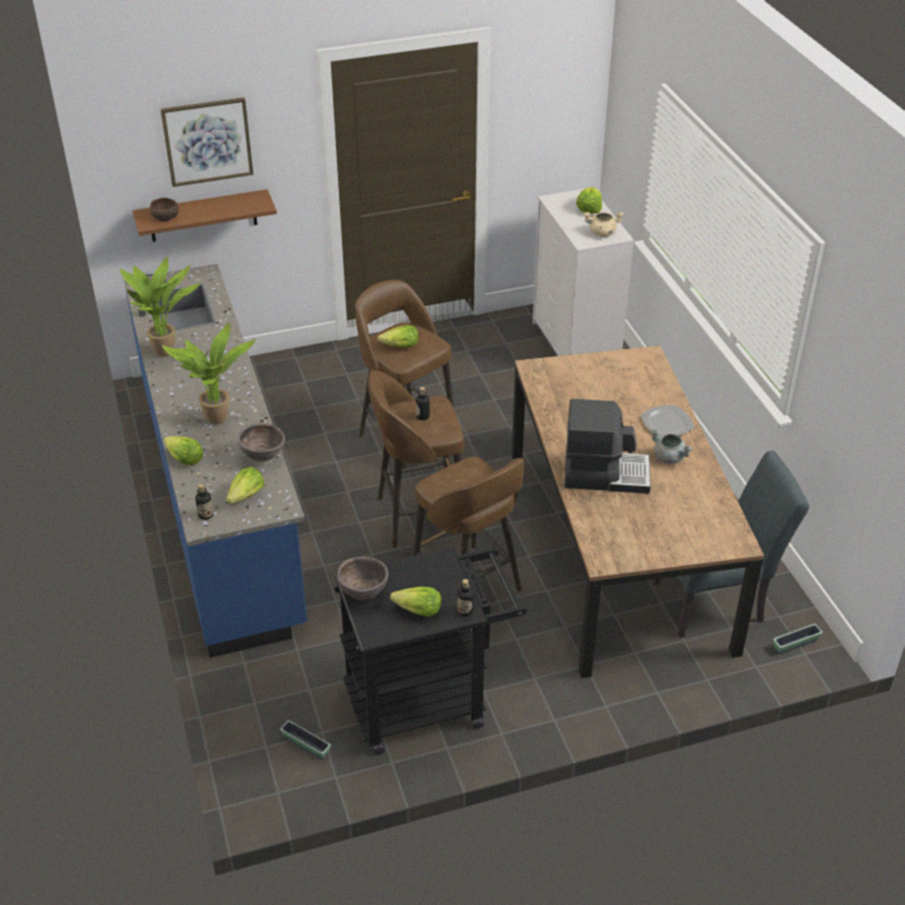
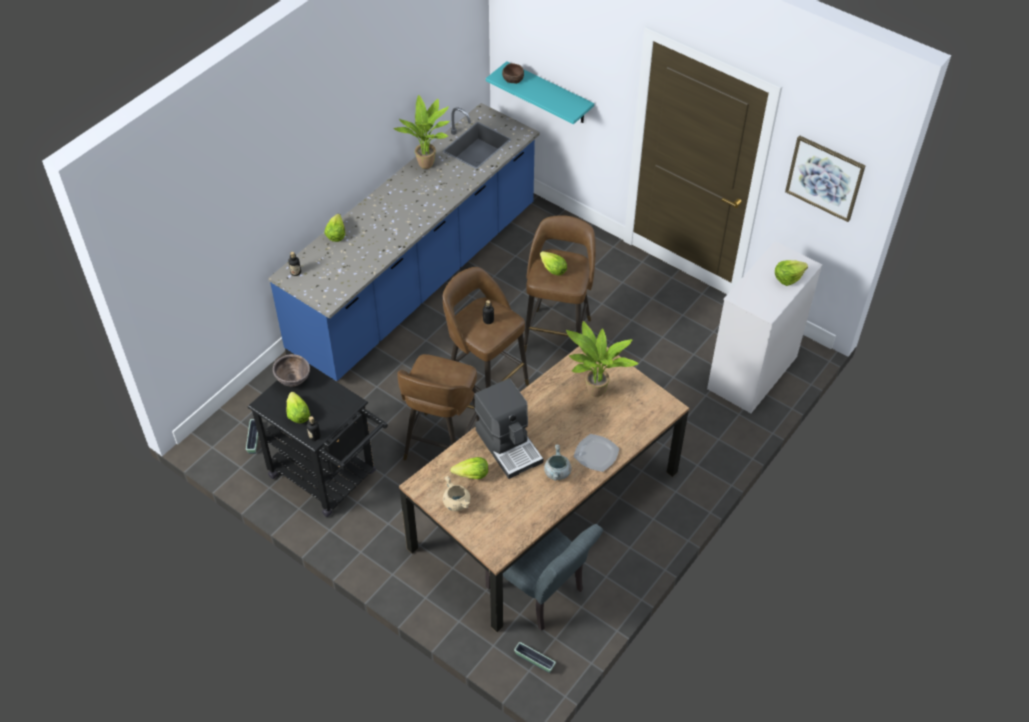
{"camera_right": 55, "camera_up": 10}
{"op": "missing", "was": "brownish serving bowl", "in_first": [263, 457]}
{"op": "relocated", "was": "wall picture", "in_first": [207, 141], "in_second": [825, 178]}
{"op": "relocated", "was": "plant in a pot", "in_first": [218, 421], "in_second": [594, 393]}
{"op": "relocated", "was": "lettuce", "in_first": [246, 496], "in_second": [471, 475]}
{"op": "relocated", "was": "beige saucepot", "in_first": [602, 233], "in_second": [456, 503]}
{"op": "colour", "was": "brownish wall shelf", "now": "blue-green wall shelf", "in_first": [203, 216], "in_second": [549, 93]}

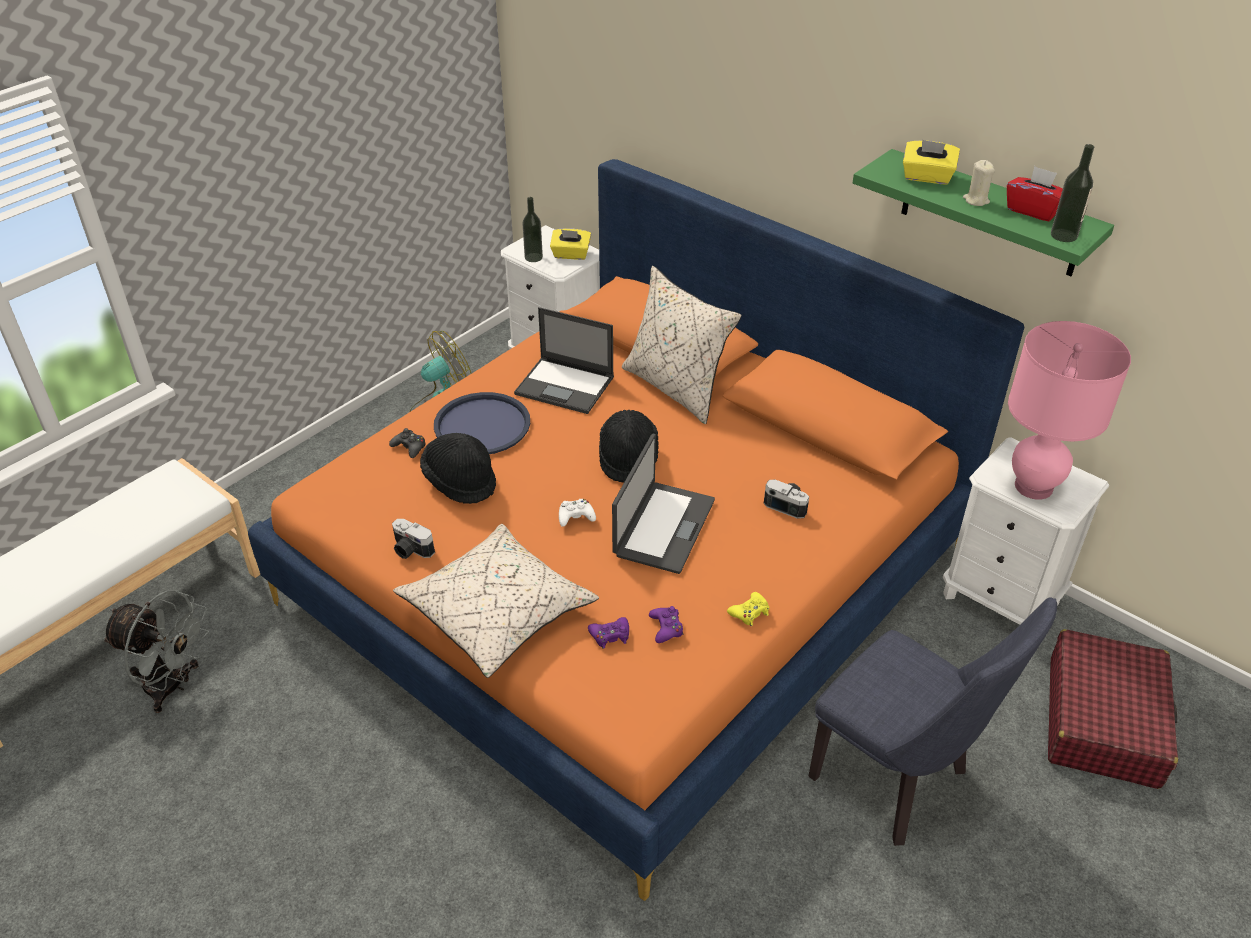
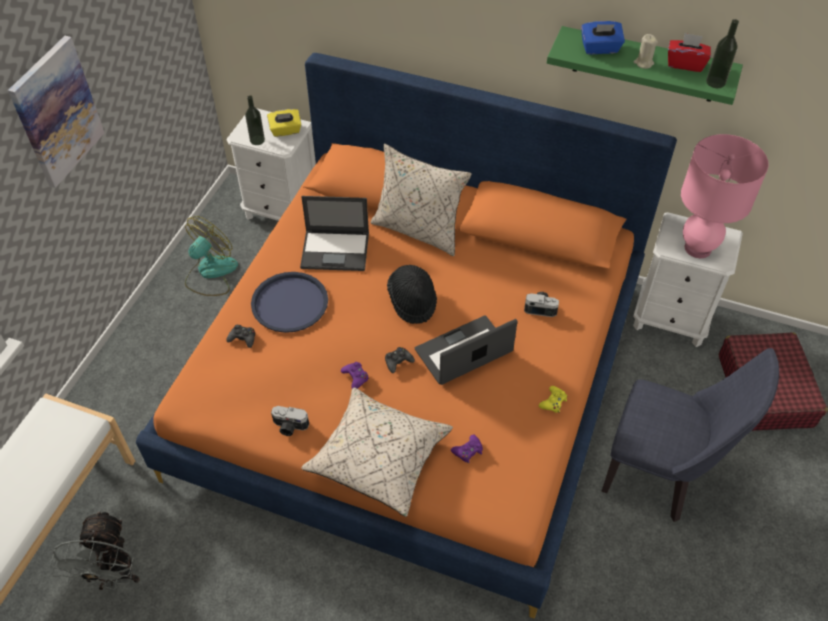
{"camera_right": -20, "camera_up": 10}
{"op": "missing", "was": "black wearable hat", "in_first": [460, 481]}
{"op": "appeared", "now": "wall picture", "in_second": [56, 112]}
{"op": "relocated", "was": "purple-coloured gamepad", "in_first": [666, 628], "in_second": [355, 377]}
{"op": "colour", "was": "white-coloured gamepad", "now": "black gamepad", "in_first": [576, 516], "in_second": [398, 361]}
{"op": "colour", "was": "yellow-coloured box of tissues", "now": "blue box of tissues", "in_first": [927, 177], "in_second": [600, 49]}
{"op": "spun", "was": "grey cooling fan", "in_first": [173, 686], "in_second": [114, 576], "clockwise": 90}
{"op": "spun", "was": "portable computer", "in_first": [662, 527], "in_second": [464, 352], "clockwise": -120}

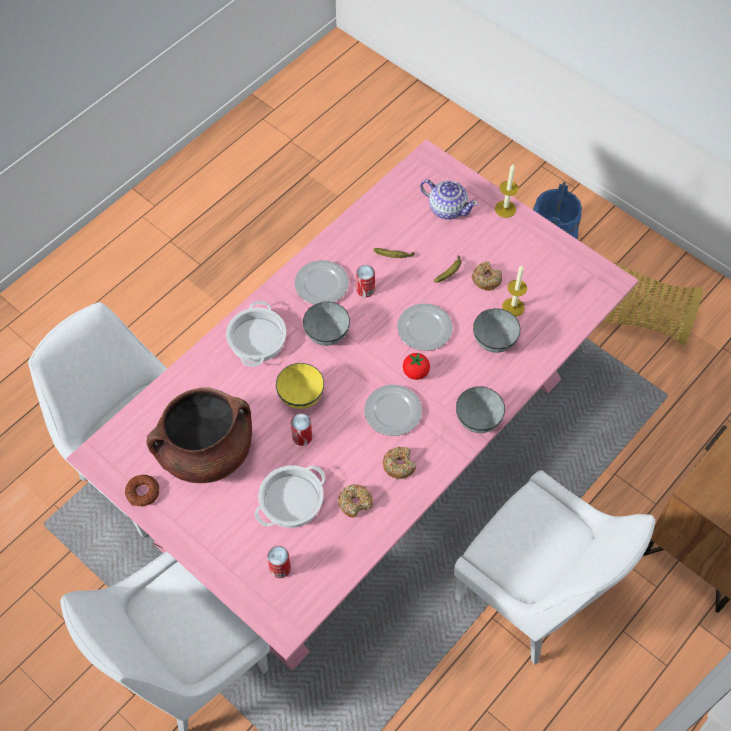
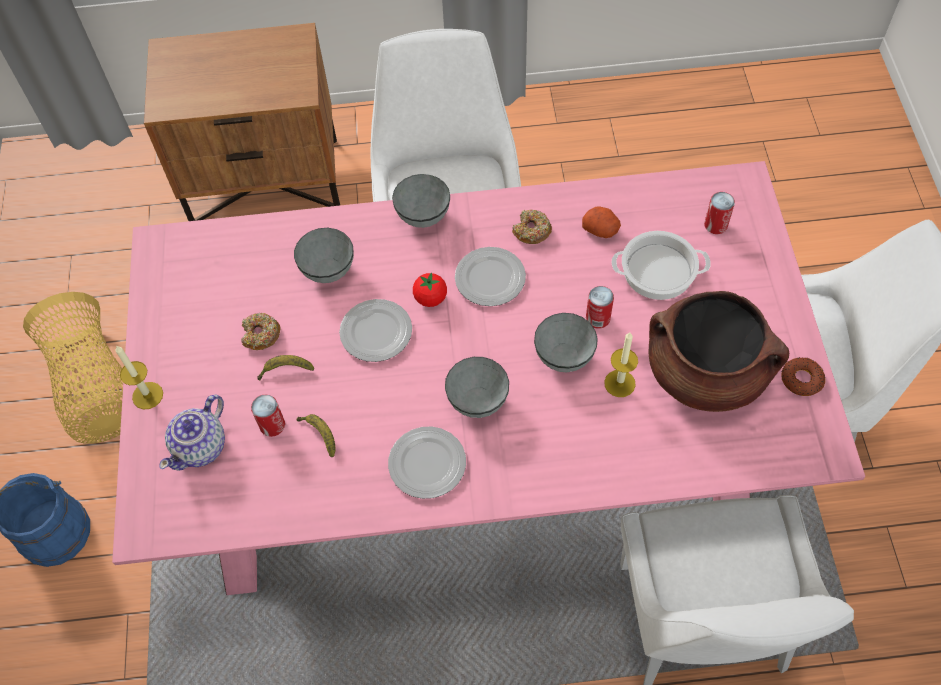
{"camera_right": -135, "camera_up": 0}
{"op": "missing", "was": "saucepot", "in_first": [256, 339]}
{"op": "relocated", "was": "can", "in_first": [365, 290], "in_second": [272, 425]}
{"op": "relocated", "was": "wax light", "in_first": [513, 307], "in_second": [619, 383]}
{"op": "exchanged", "was": "doughnut", "now": "spud", "in_first": [355, 502], "in_second": [601, 229]}
{"op": "colour", "was": "yellow-coloured serving bowl", "now": "grey serving bowl", "in_first": [301, 397], "in_second": [564, 356]}
{"op": "spun", "was": "teapot", "in_first": [447, 208], "in_second": [201, 446], "clockwise": -135}

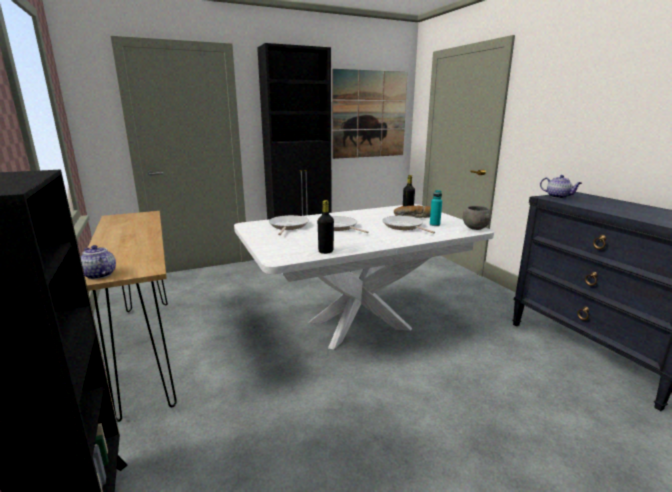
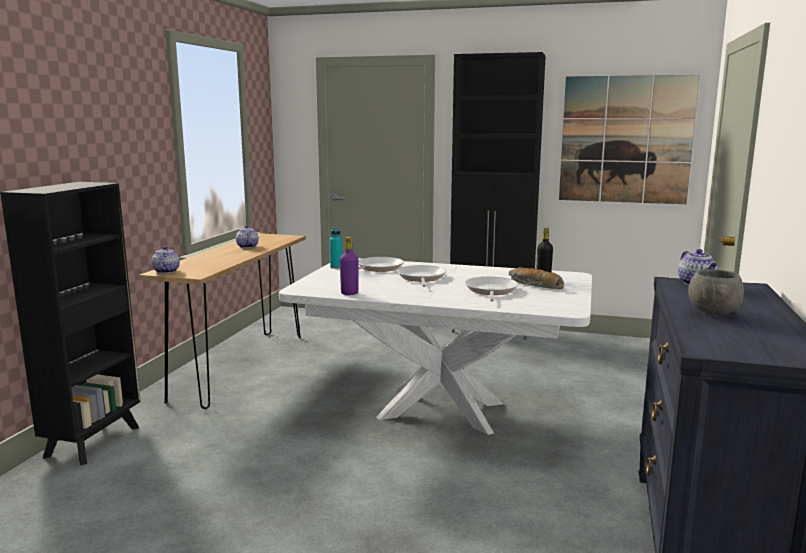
{"camera_right": 40, "camera_up": -5}
{"op": "appeared", "now": "teapot", "in_second": [247, 246]}
{"op": "relocated", "was": "blue-green drink bottle", "in_first": [434, 225], "in_second": [336, 267]}
{"op": "relocated", "was": "grey serving bowl", "in_first": [475, 229], "in_second": [713, 313]}
{"op": "colour", "was": "black drink bottle", "now": "purple-coloured drink bottle", "in_first": [325, 251], "in_second": [349, 293]}

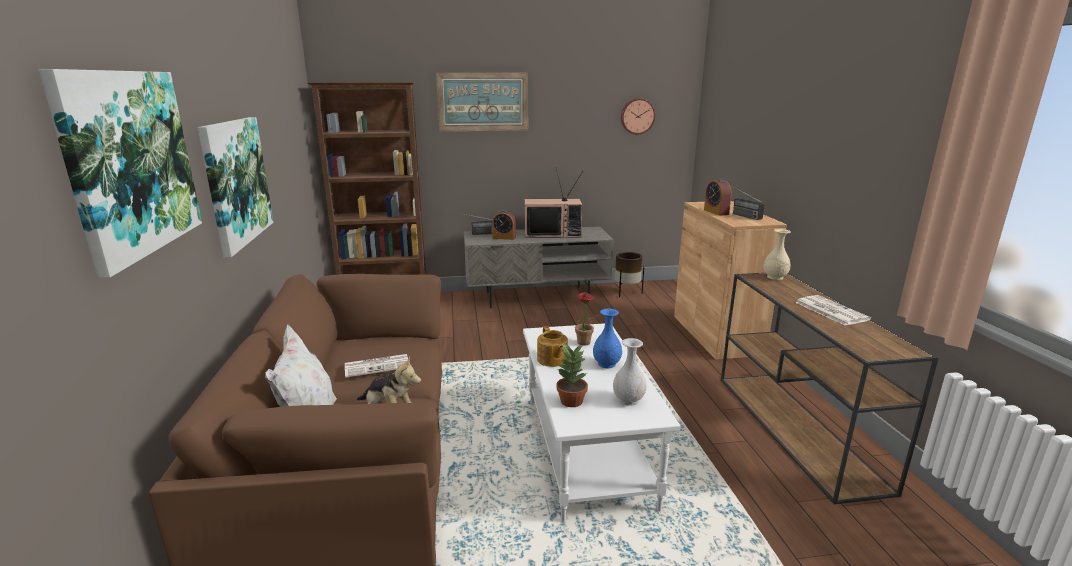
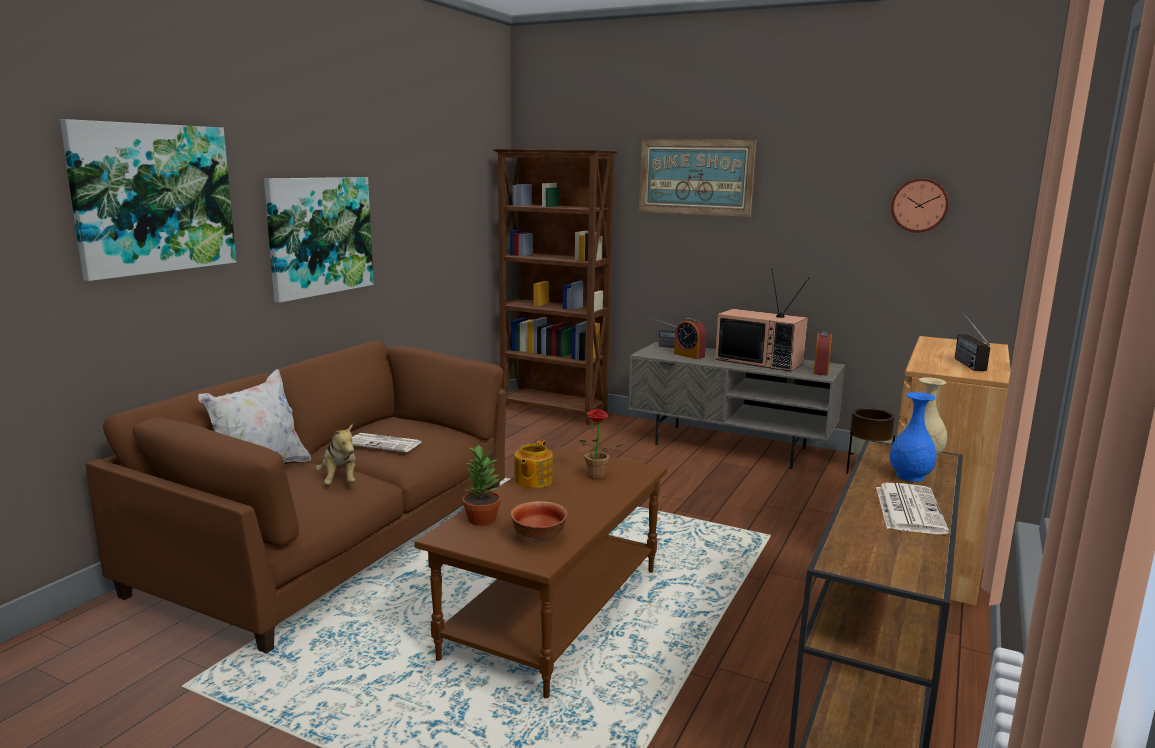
{"camera_right": 35, "camera_up": -5}
{"op": "relocated", "was": "blue vase", "in_first": [606, 364], "in_second": [909, 476]}
{"op": "relocated", "was": "alarm clock", "in_first": [716, 212], "in_second": [821, 371]}
{"op": "exchanged", "was": "white-coloured vase", "now": "serving bowl", "in_first": [628, 400], "in_second": [540, 538]}
{"op": "colour", "was": "white-coloured coffee table", "now": "brownish coffee table", "in_first": [584, 450], "in_second": [553, 611]}

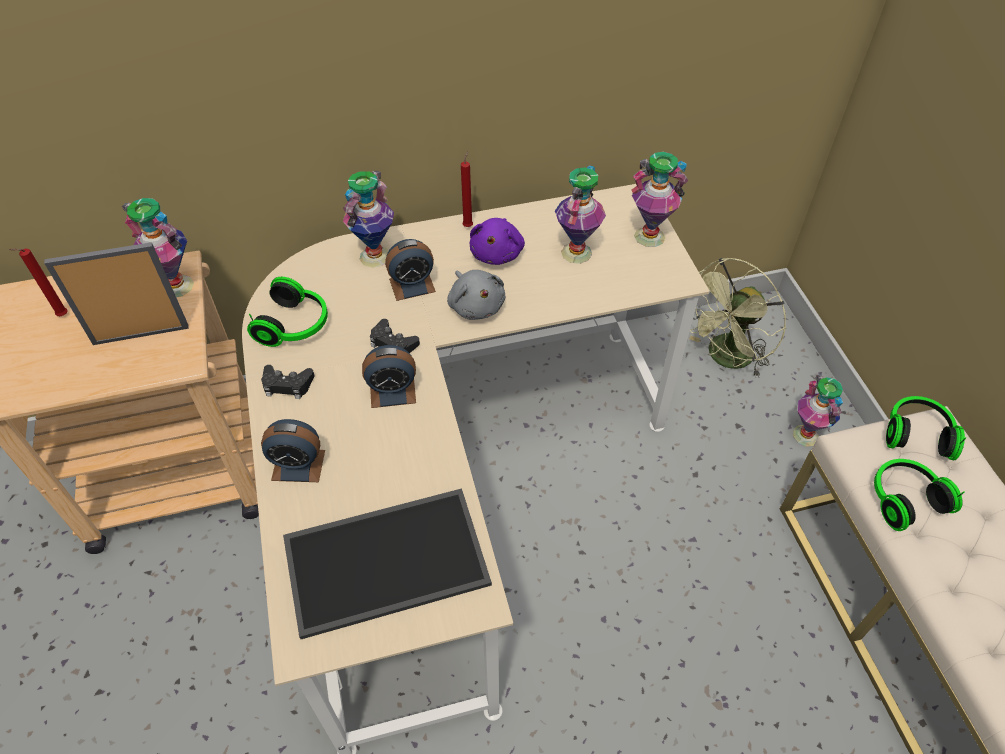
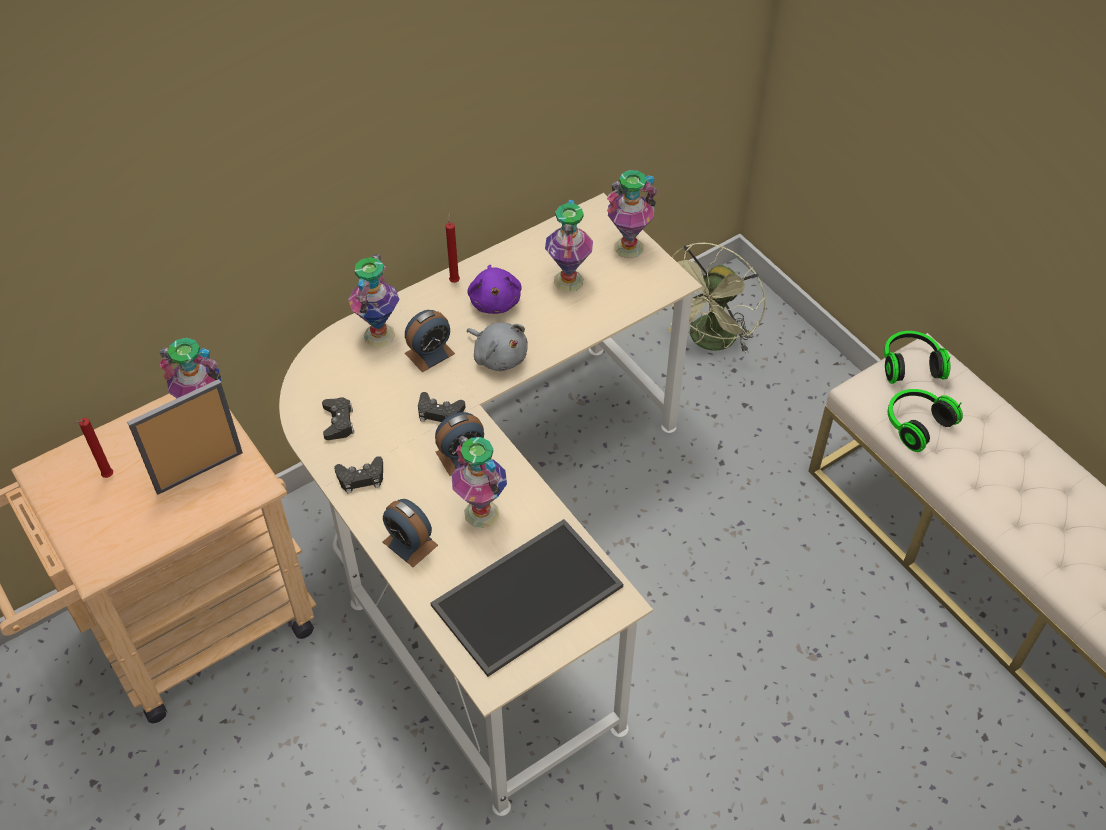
{"camera_right": -20, "camera_up": 0}
{"op": "relocated", "was": "vase", "in_first": [806, 435], "in_second": [482, 512]}
{"op": "exchanged", "was": "headphones", "now": "black gamepad", "in_first": [296, 325], "in_second": [338, 422]}
{"op": "spun", "was": "alarm clock", "in_first": [298, 465], "in_second": [410, 543], "clockwise": 60}

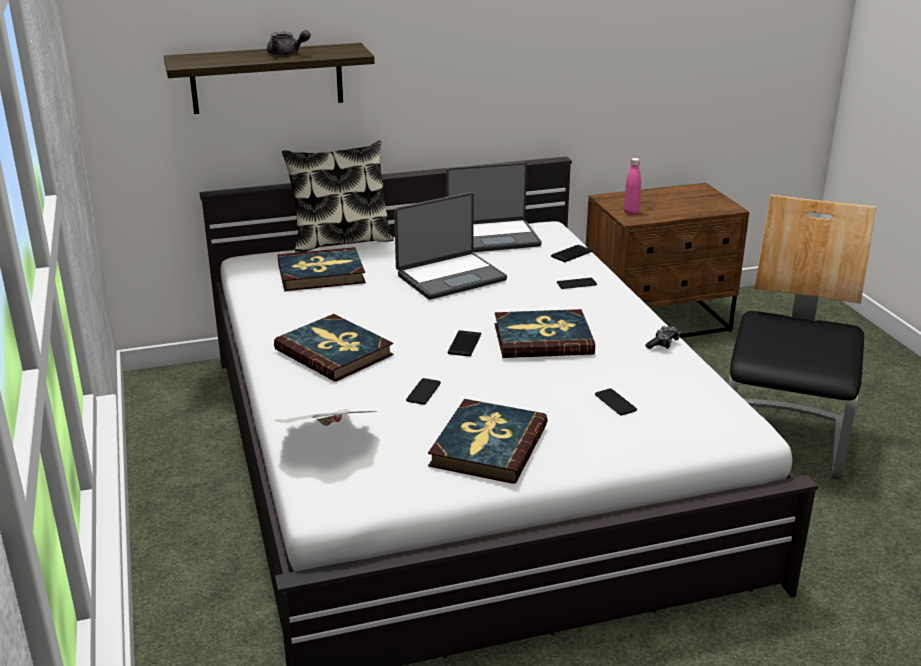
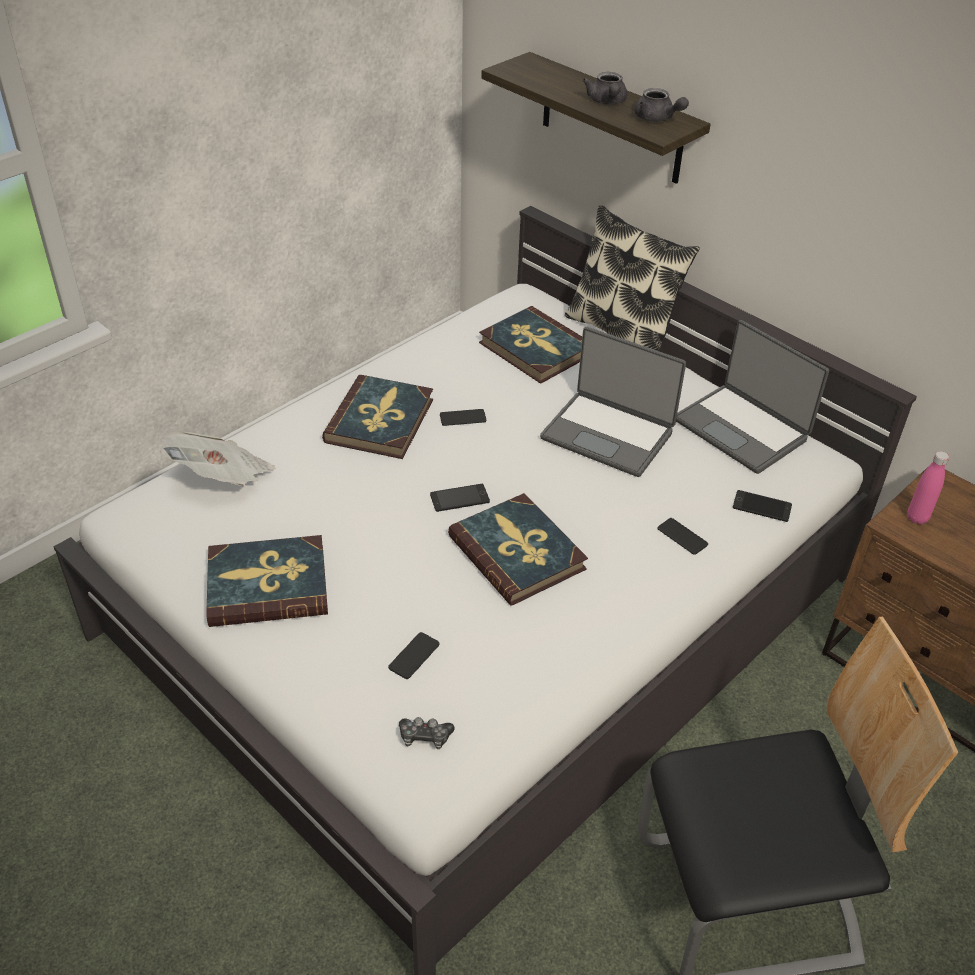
{"camera_right": 60, "camera_up": 15}
{"op": "appeared", "now": "grey teapot", "in_second": [657, 119]}
{"op": "relocated", "was": "phone", "in_first": [423, 392], "in_second": [463, 418]}
{"op": "relocated", "was": "gamepad", "in_first": [663, 343], "in_second": [425, 737]}

